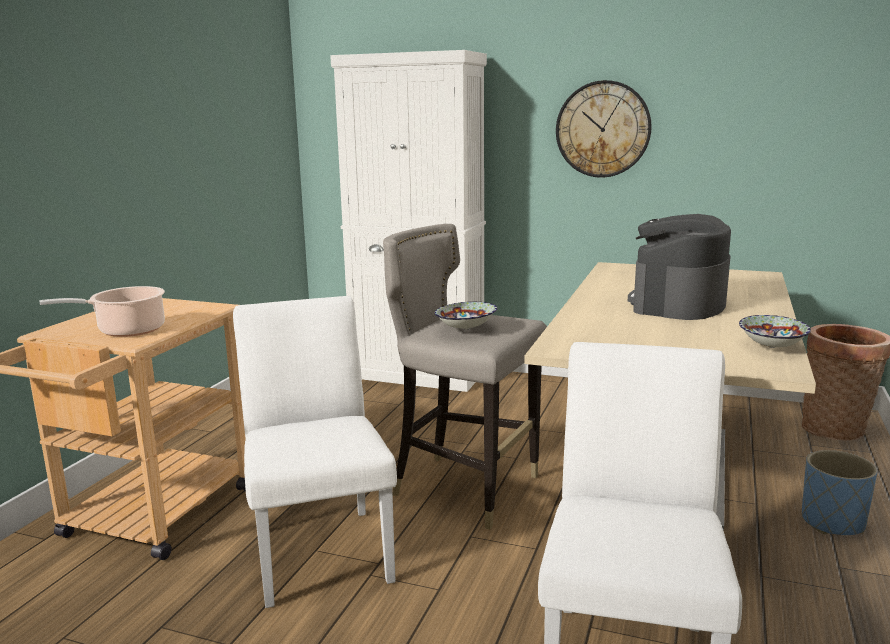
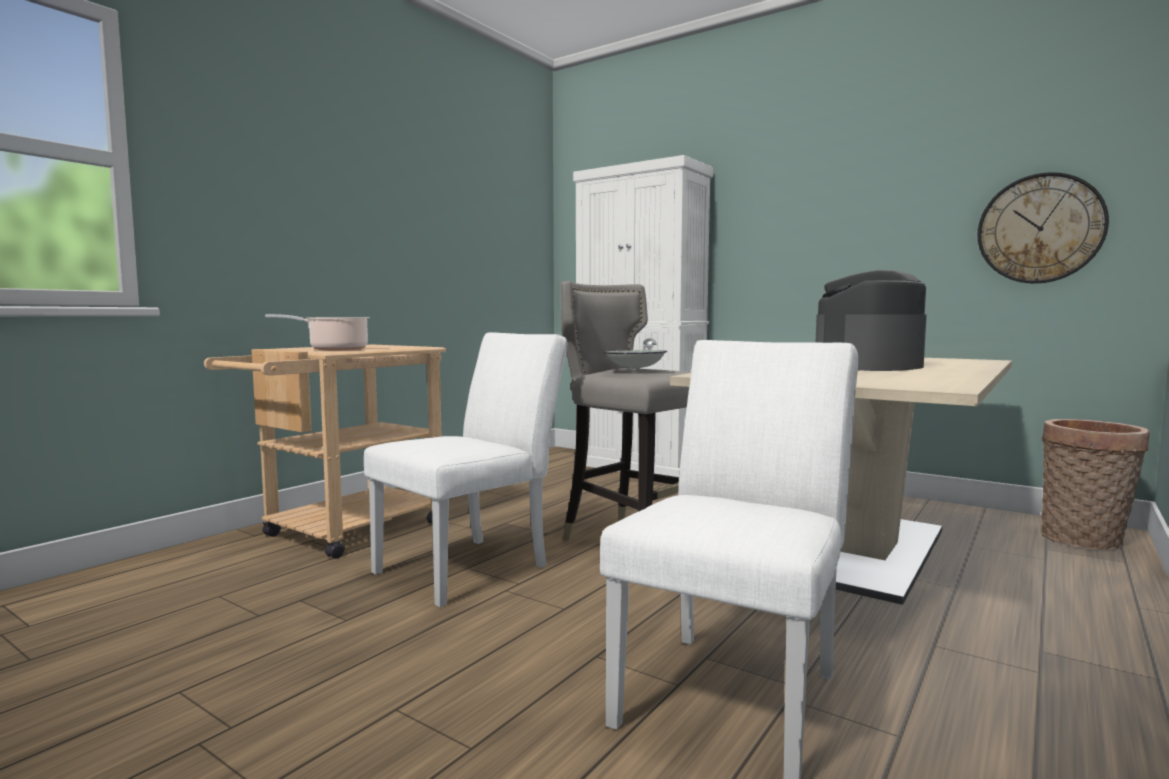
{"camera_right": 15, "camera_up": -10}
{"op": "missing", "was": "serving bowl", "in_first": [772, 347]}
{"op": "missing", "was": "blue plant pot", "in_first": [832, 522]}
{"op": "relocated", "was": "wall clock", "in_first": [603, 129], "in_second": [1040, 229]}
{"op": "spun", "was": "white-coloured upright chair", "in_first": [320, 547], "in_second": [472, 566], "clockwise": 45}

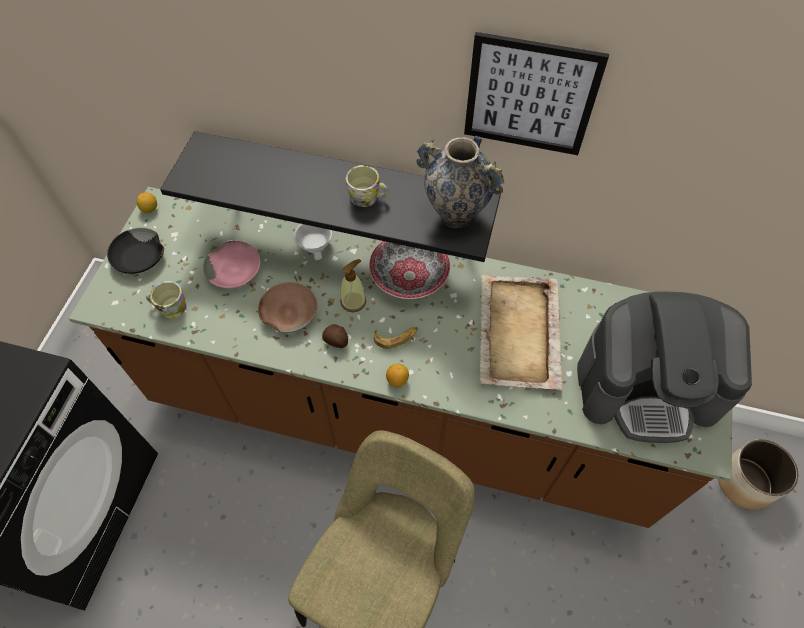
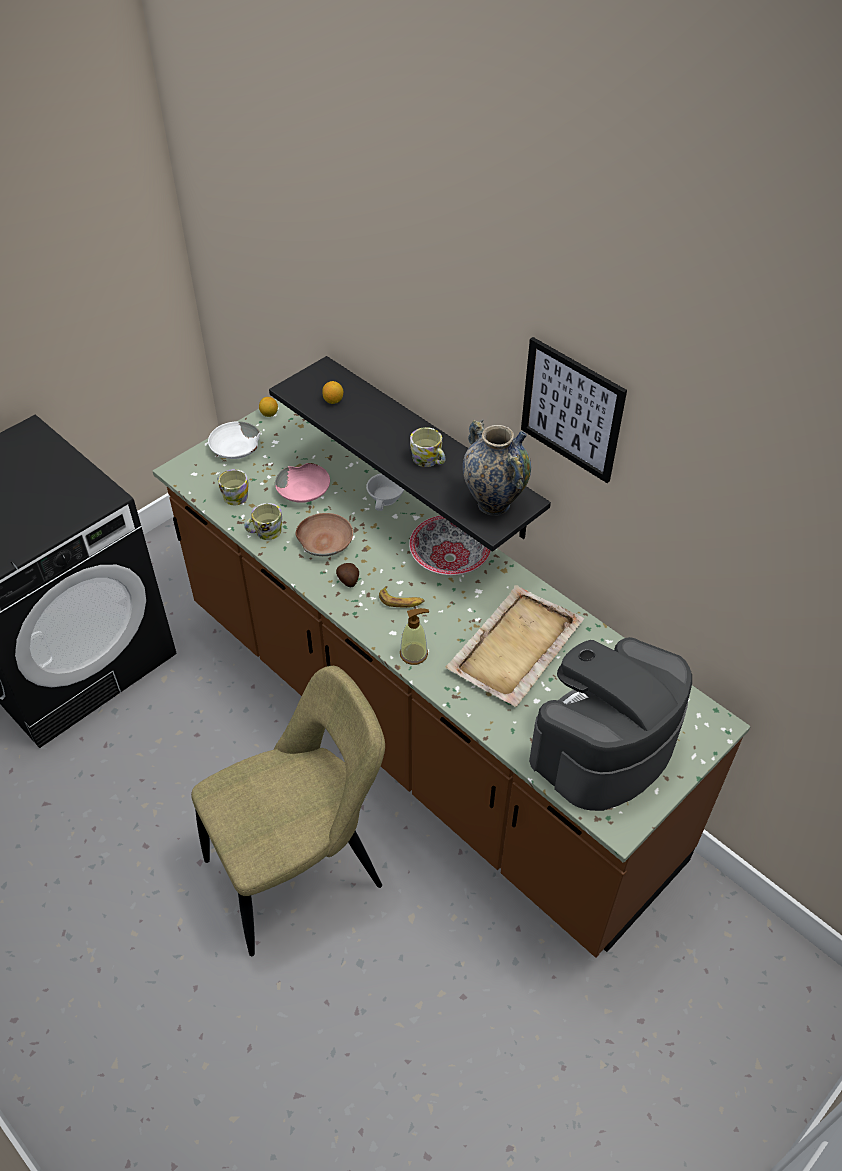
{"camera_right": 30, "camera_up": -10}
{"op": "missing", "was": "plant pot", "in_first": [745, 482]}
{"op": "appeared", "now": "coffee mug", "in_second": [265, 532]}
{"op": "relocated", "was": "liquid soap bottle", "in_first": [353, 301], "in_second": [414, 654]}
{"op": "relocated", "was": "citrus fruit", "in_first": [397, 380], "in_second": [333, 401]}
{"op": "colour", "was": "black serving bowl", "now": "white-coloured serving bowl", "in_first": [140, 258], "in_second": [235, 448]}
{"op": "spun", "was": "coffee machine", "in_first": [647, 387], "in_second": [603, 747], "clockwise": 105}

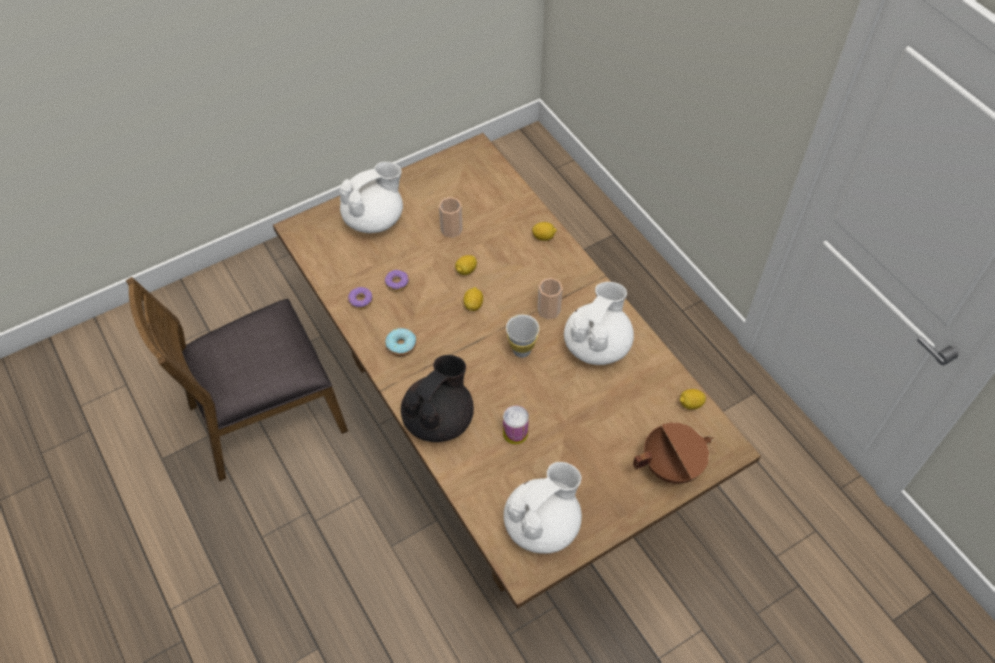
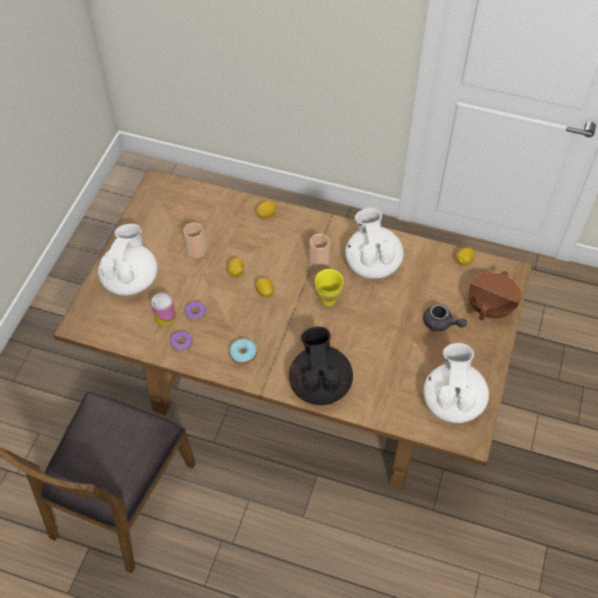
{"camera_right": -40, "camera_up": 0}
{"op": "appeared", "now": "grey teapot", "in_second": [441, 324]}
{"op": "relocated", "was": "can", "in_first": [515, 433], "in_second": [165, 316]}
{"op": "colour", "was": "white-coloured drinking cup", "now": "yellow-coloured drinking cup", "in_first": [521, 350], "in_second": [328, 300]}

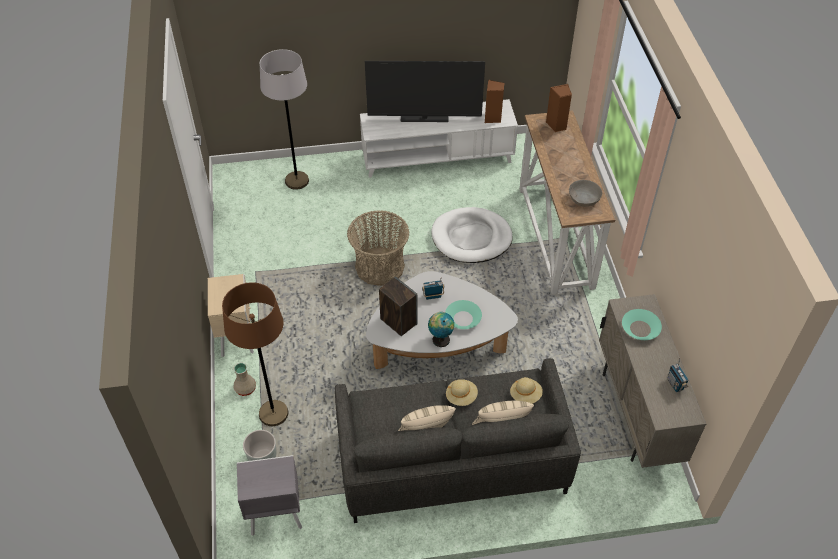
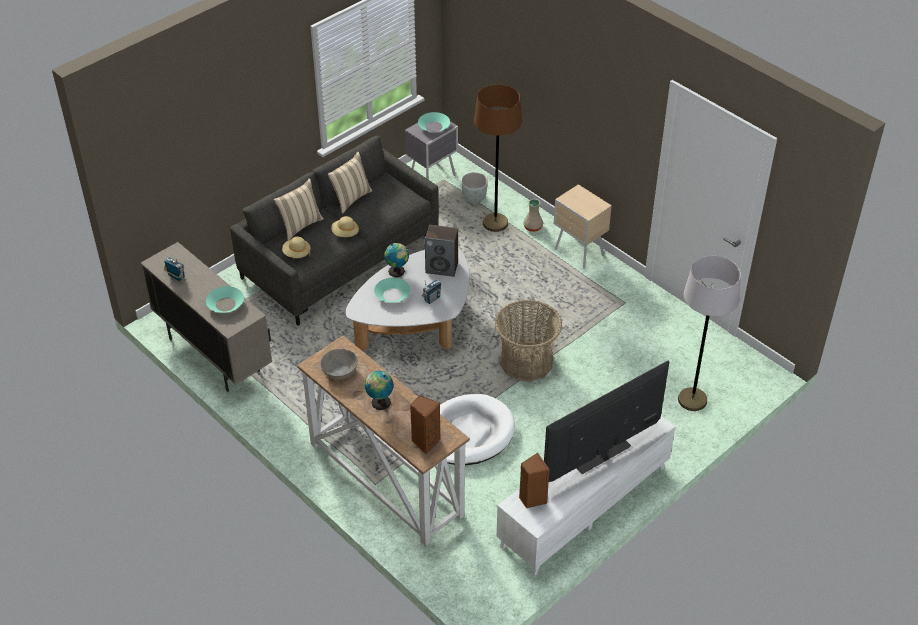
{"camera_right": 145, "camera_up": -5}
{"op": "appeared", "now": "desk globe", "in_second": [379, 402]}
{"op": "appeared", "now": "blue-green serving bowl", "in_second": [434, 126]}

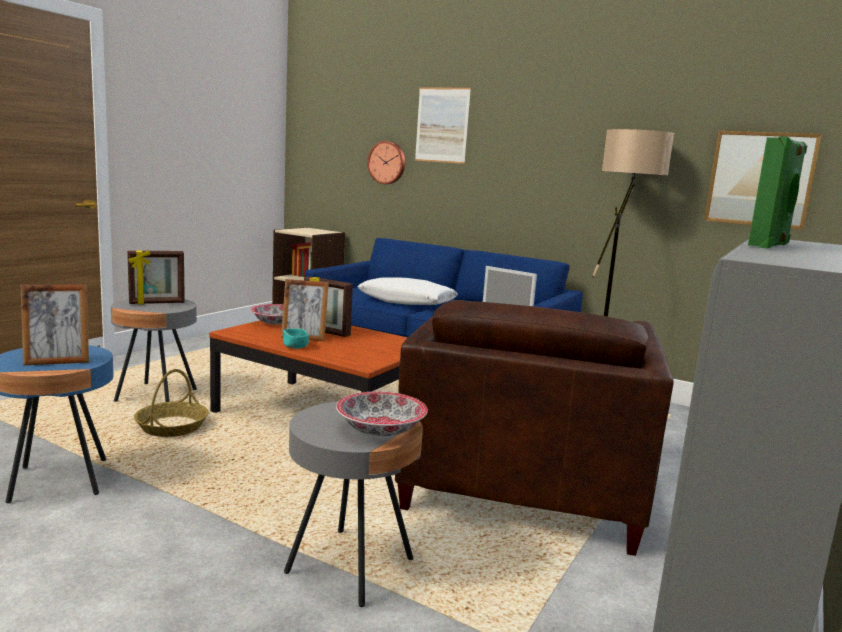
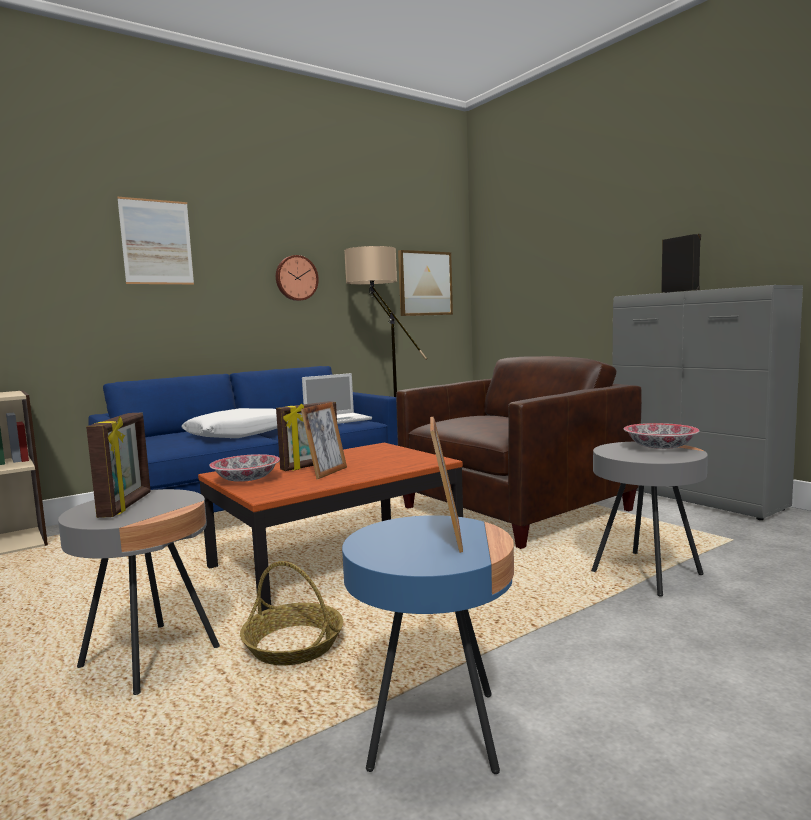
{"camera_right": -65, "camera_up": -5}
{"op": "missing", "was": "blue-green serving bowl", "in_first": [295, 346]}
{"op": "relocated", "was": "wall clock", "in_first": [387, 162], "in_second": [296, 278]}
{"op": "colour", "was": "green-coloured speaker", "now": "black speaker", "in_first": [770, 245], "in_second": [681, 291]}
{"op": "spun", "was": "brownish easy chair", "in_first": [523, 480], "in_second": [515, 509], "clockwise": -75}

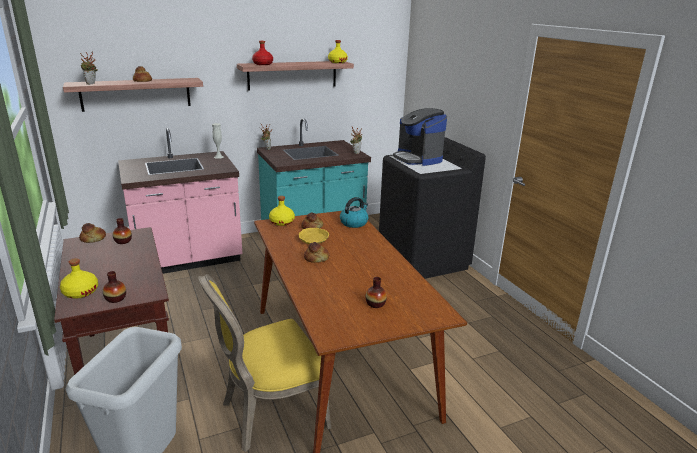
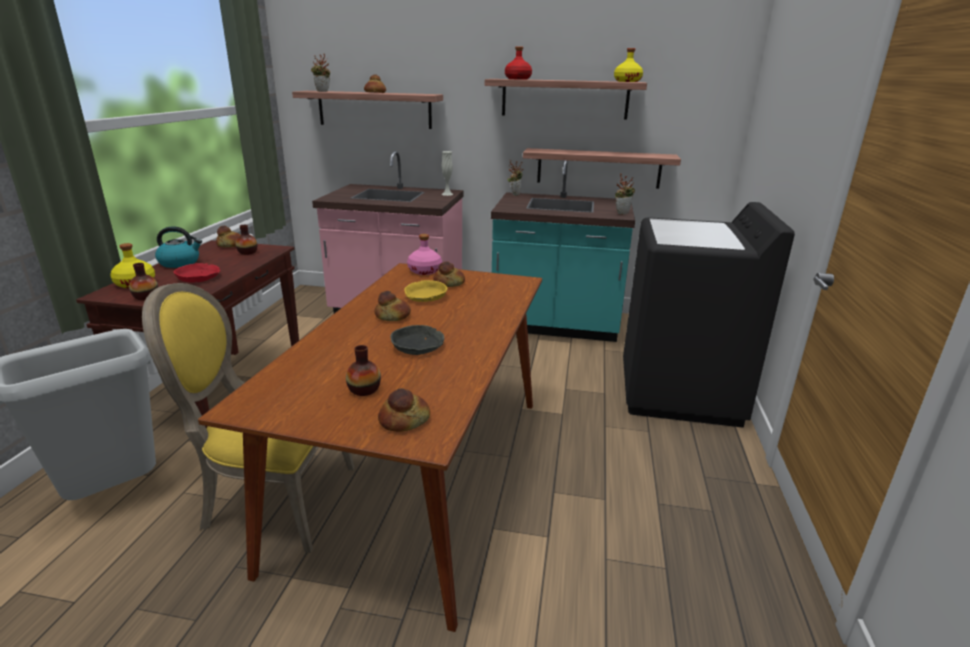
{"camera_right": 35, "camera_up": 0}
{"op": "missing", "was": "coffee machine", "in_first": [418, 158]}
{"op": "appeared", "now": "red-coloured serving bowl", "in_second": [198, 278]}
{"op": "appeared", "now": "baked bread", "in_second": [404, 420]}
{"op": "appeared", "now": "grey serving bowl", "in_second": [417, 346]}
{"op": "appeared", "now": "wall shelf", "in_second": [598, 168]}
{"op": "relocated", "was": "water kettle", "in_first": [354, 223], "in_second": [180, 263]}
{"op": "colour", "was": "yellow-coloured drink bottle", "now": "pink-coloured drink bottle", "in_first": [282, 222], "in_second": [425, 271]}

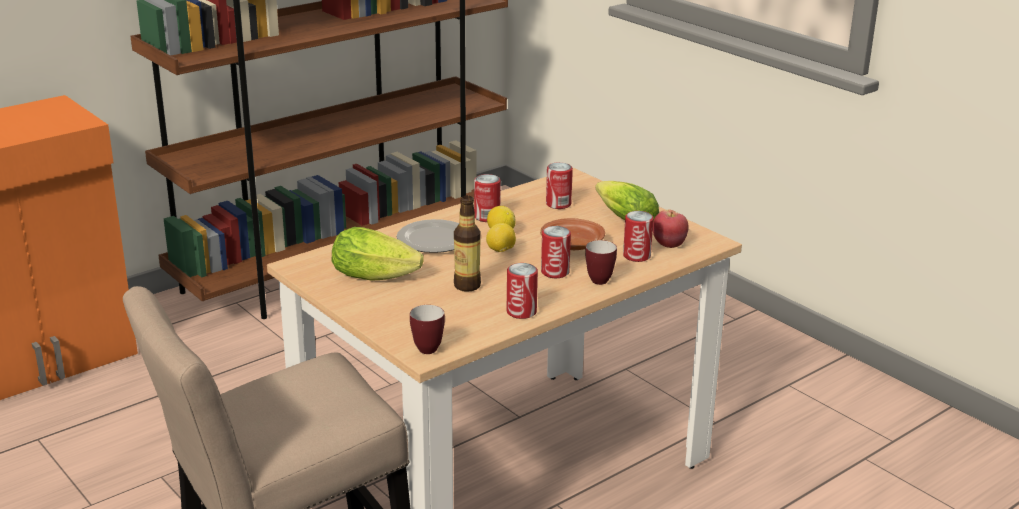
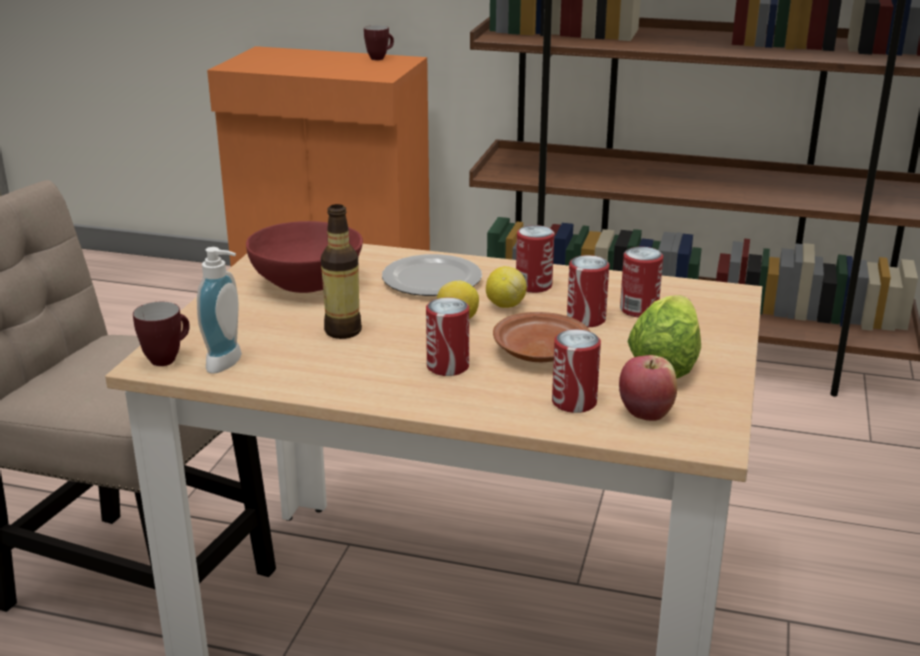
{"camera_right": 55, "camera_up": 0}
{"op": "appeared", "now": "liquid soap bottle", "in_second": [229, 363]}
{"op": "relocated", "was": "can", "in_first": [521, 312], "in_second": [586, 319]}
{"op": "relocated", "was": "coffee mug", "in_first": [598, 279], "in_second": [380, 58]}
{"op": "exchanged", "was": "lettuce", "now": "red-coloured serving bowl", "in_first": [379, 276], "in_second": [307, 284]}

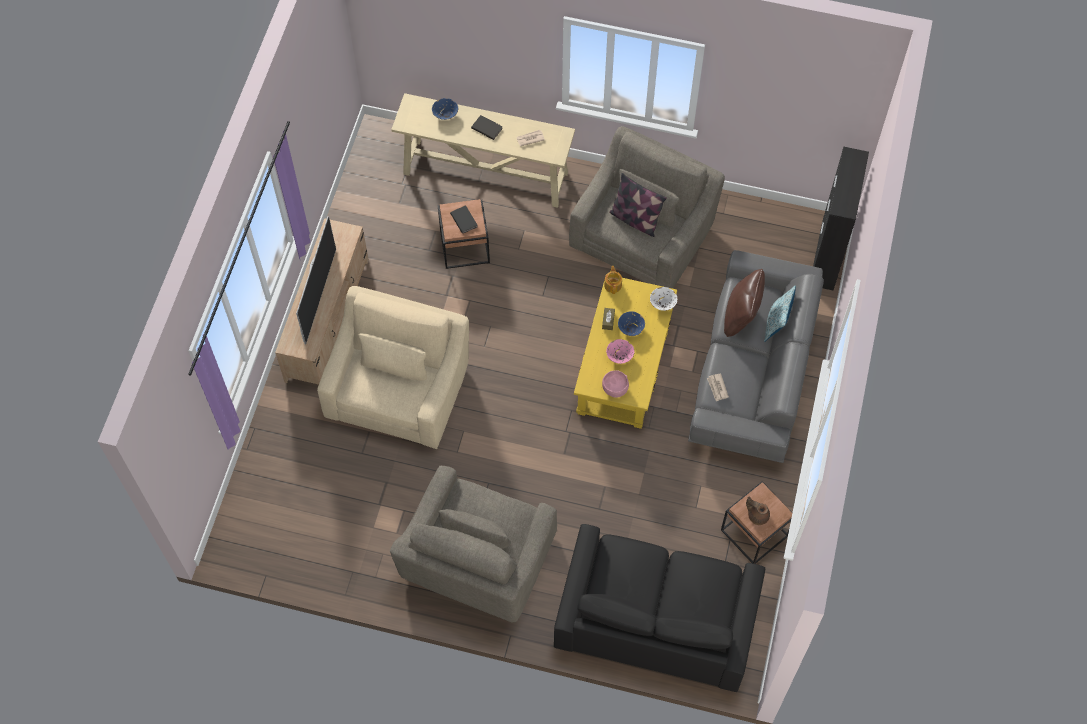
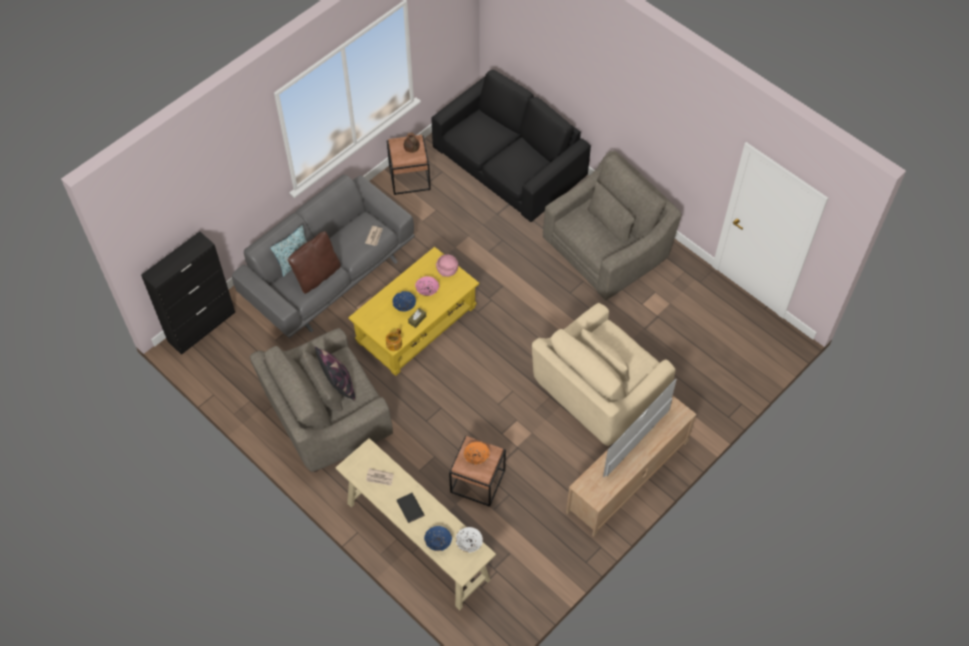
{"camera_right": -150, "camera_up": -5}
{"op": "relocated", "was": "white-coloured serving bowl", "in_first": [663, 303], "in_second": [469, 543]}
{"op": "exchanged", "was": "black volume", "now": "orangey serving bowl", "in_first": [464, 219], "in_second": [476, 457]}

